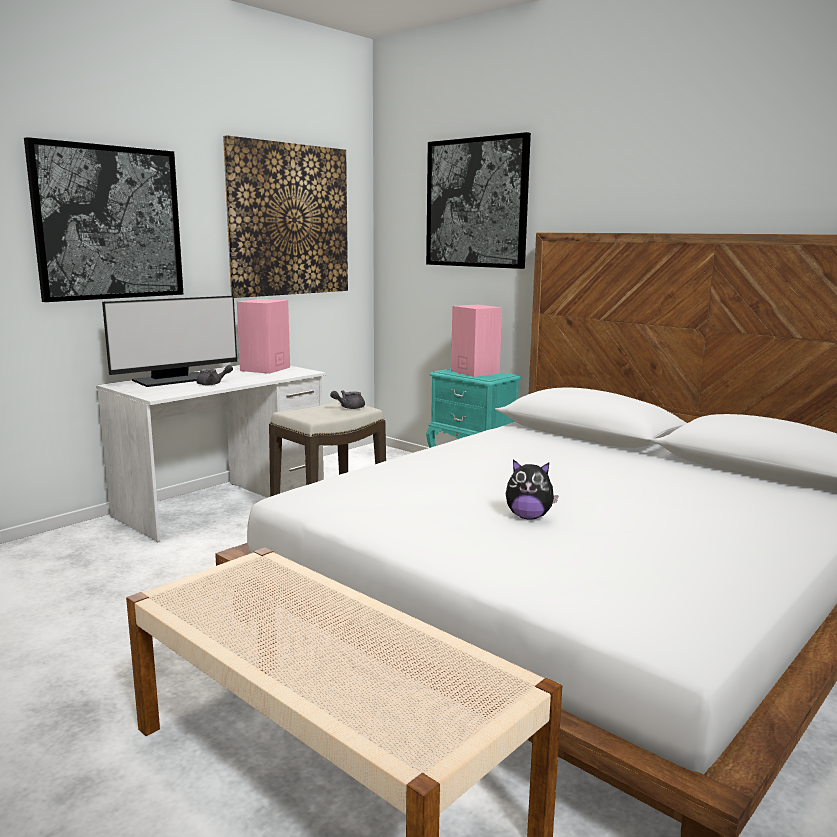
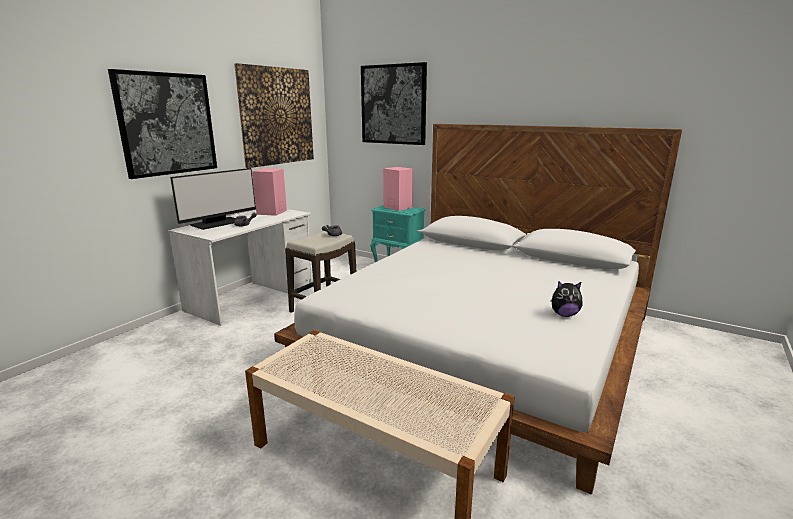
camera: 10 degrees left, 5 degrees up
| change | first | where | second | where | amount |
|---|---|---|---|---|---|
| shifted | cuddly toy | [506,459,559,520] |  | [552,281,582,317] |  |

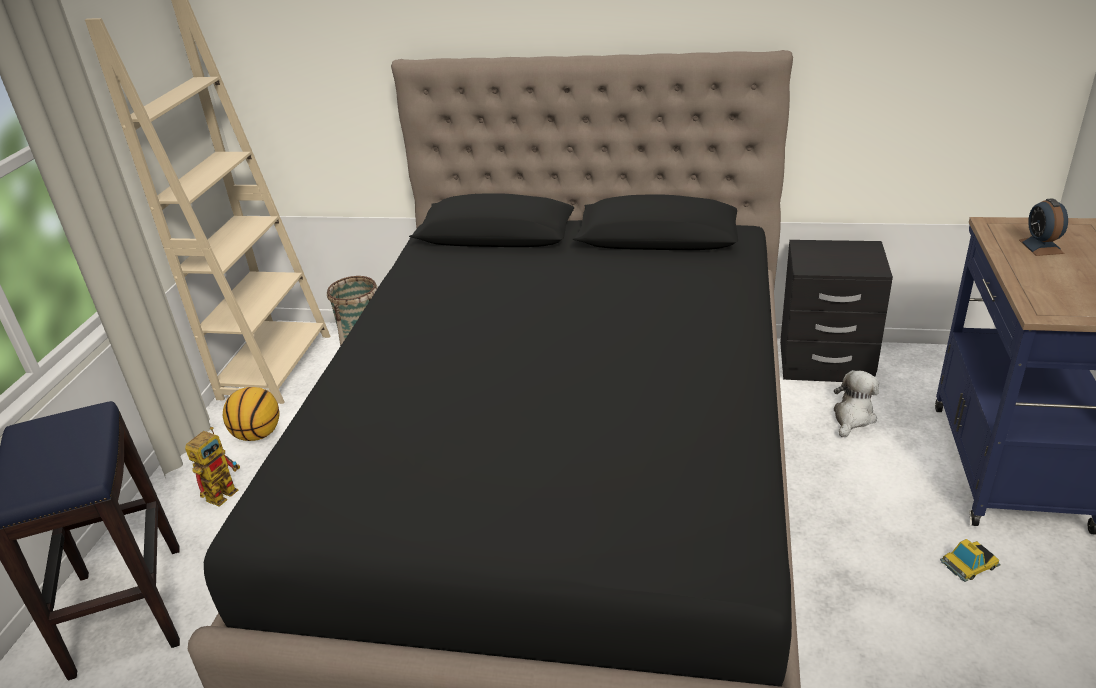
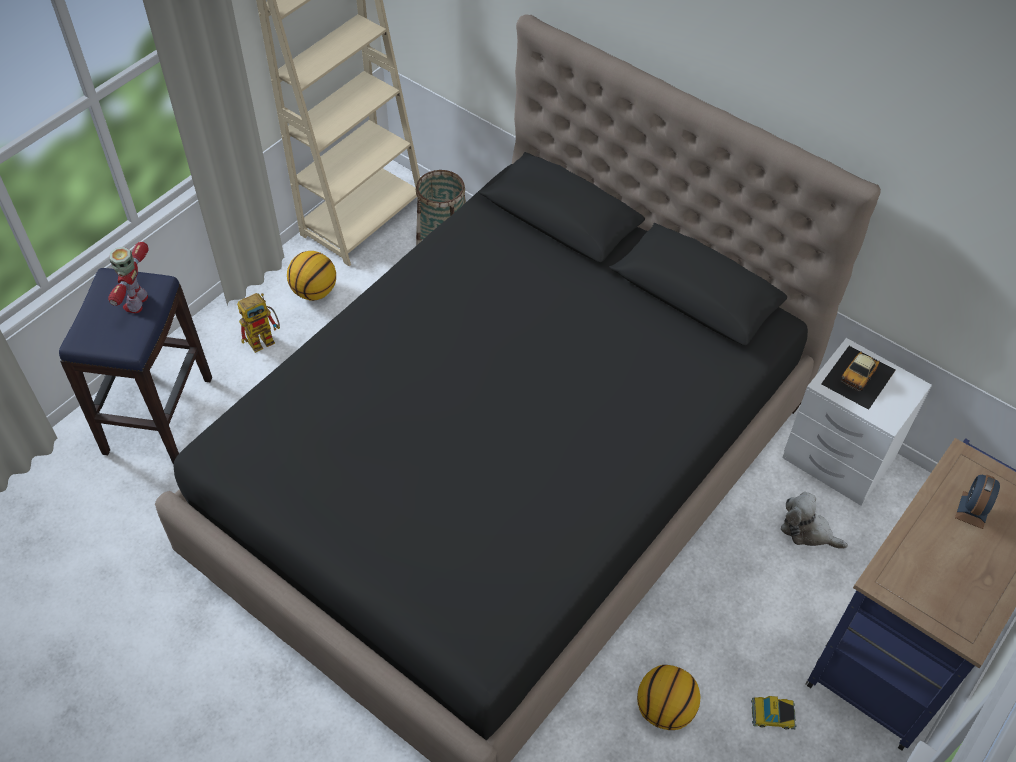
camera: 25 degrees right, 20 degrees up
| change | first | where | second | where | amount |
|---|---|---|---|---|---|
| new |  |  | robot figure | [108,242,148,313] |  |
| new |  |  | basketball ball | [637,665,701,730] |  |
| new |  |  | model car | [821,346,896,410] |  |
| repainted | nightstand (black) | [780,240,893,382] | nightstand (whitish) | [782,338,932,506] |  |
| rotated | cuddly toy | [834,370,879,437] |  | [781,492,848,549] | 120 degrees counterclockwise |

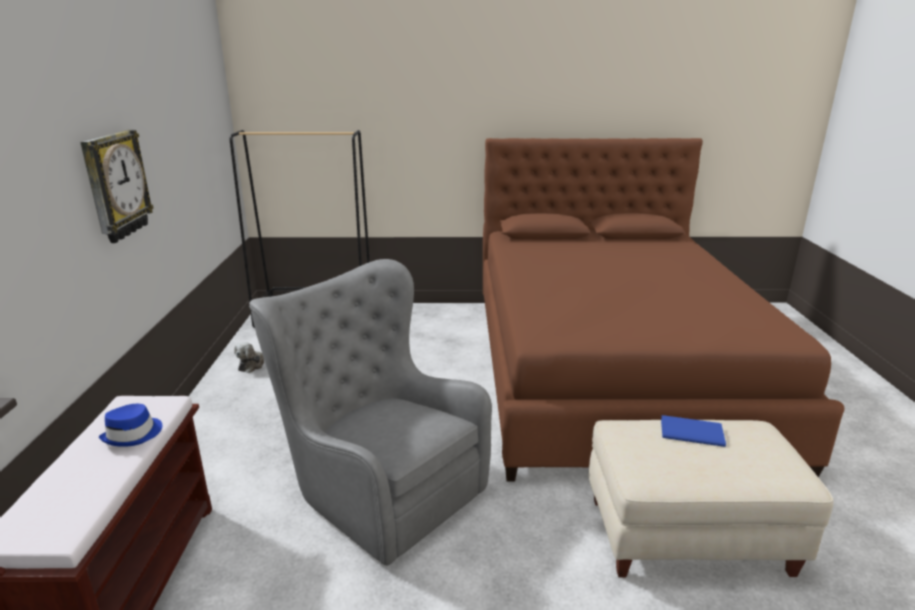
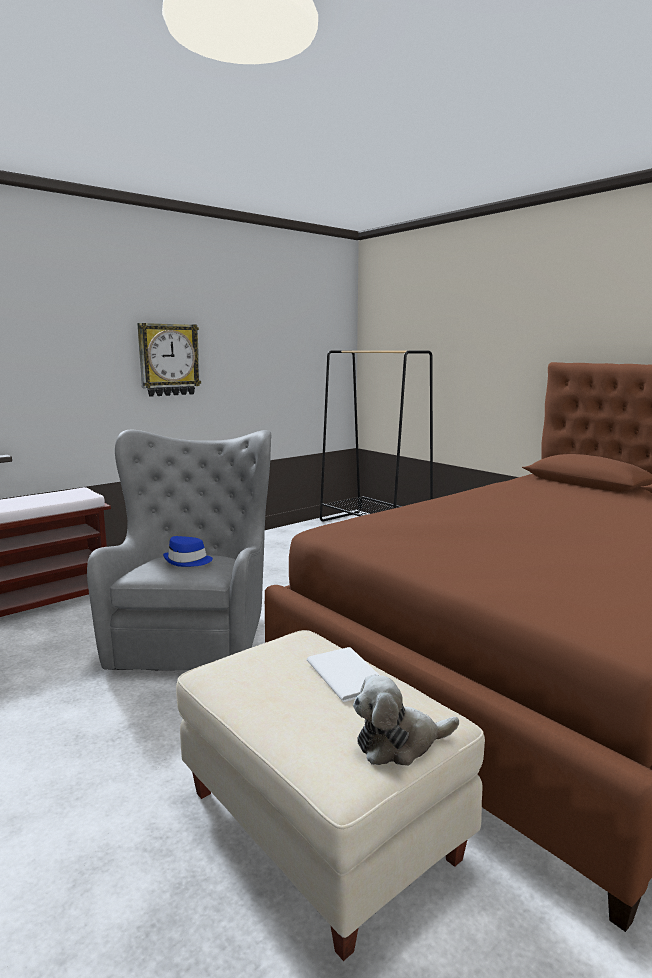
camera: 50 degrees right, 10 degrees down
| change | first | where | second | where | amount |
|---|---|---|---|---|---|
| shifted | wearable hat (blue) | [99,404,162,447] |  | [163,536,213,567] |  |
| shifted | cuddly toy | [234,342,264,373] |  | [353,674,459,766] |  |
| repainted | bound book (blue) | [661,415,726,447] | bound book (whitish) | [307,647,379,702] |  |

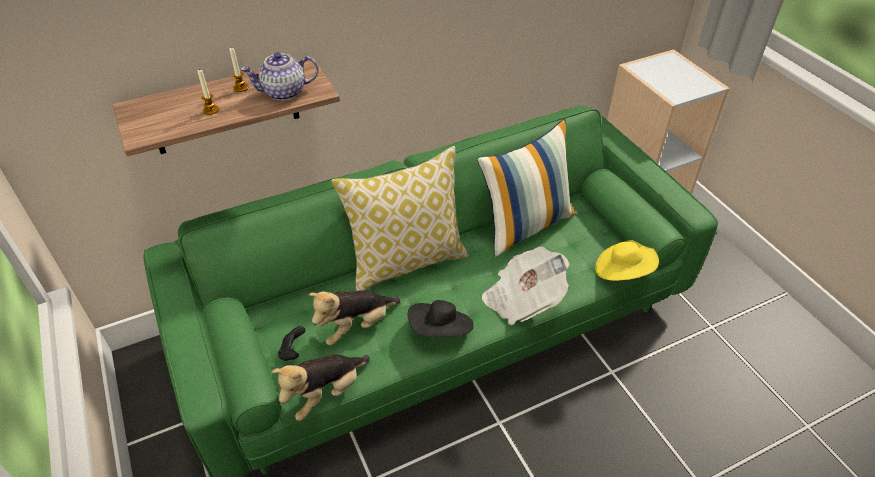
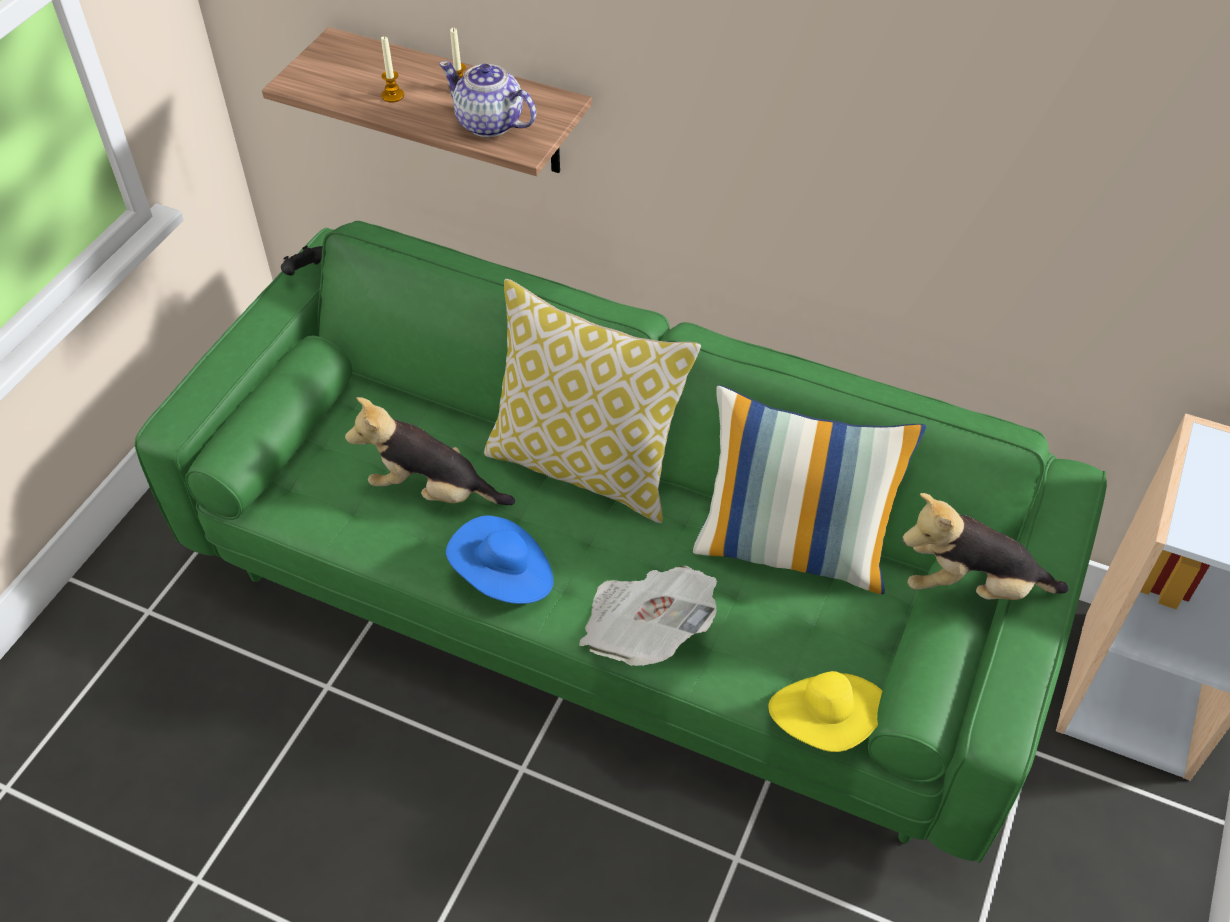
camera: 50 degrees right, 5 degrees up
| change | first | where | second | where | amount |
|---|---|---|---|---|---|
| shifted | cuddly toy | [272,355,370,421] |  | [902,493,1068,600] |  |
| shifted | joypad (black) | [278,326,305,361] |  | [281,246,322,275] |  |
| repainted | wearable hat (black) | [408,300,474,337] | wearable hat (blue) | [446,515,554,604] |  |

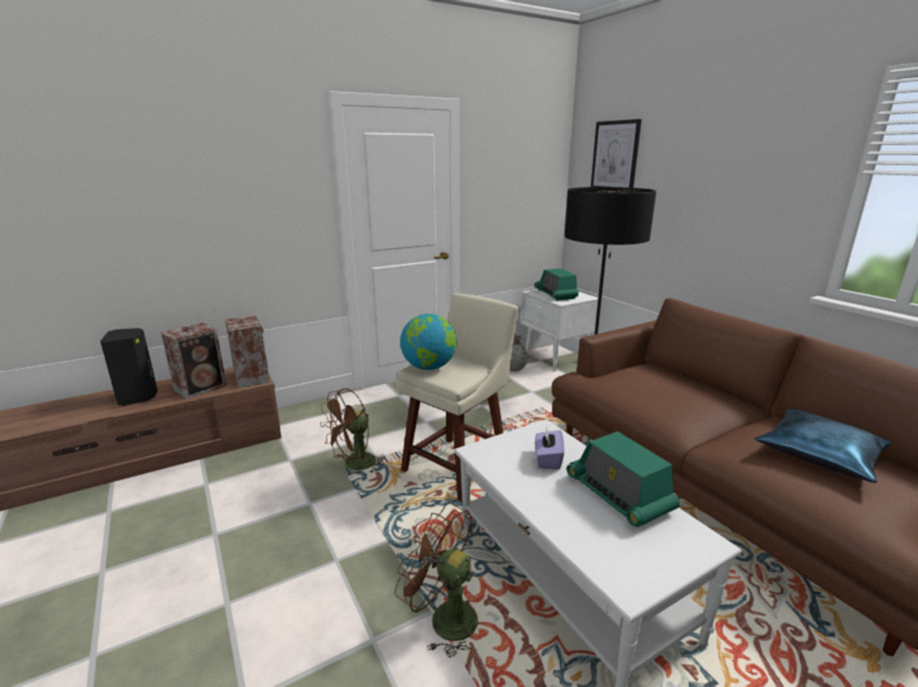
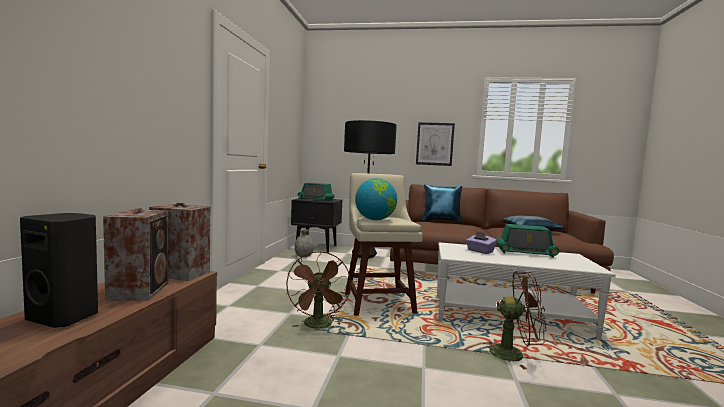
camera: 50 degrees left, 15 degrees down
| change | first | where | second | where | amount |
|---|---|---|---|---|---|
| new |  |  | pillow (blue) | [421,184,462,224] |  |
| shifted | wall picture | [591,119,642,188] |  | [416,122,455,166] |  |
| repainted | nightstand (whitish) | [521,289,598,372] | nightstand (black) | [291,198,342,253] |  |
| rotated | electric fan (brown) | [395,502,478,657] |  | [483,271,546,370] | 150 degrees counterclockwise |

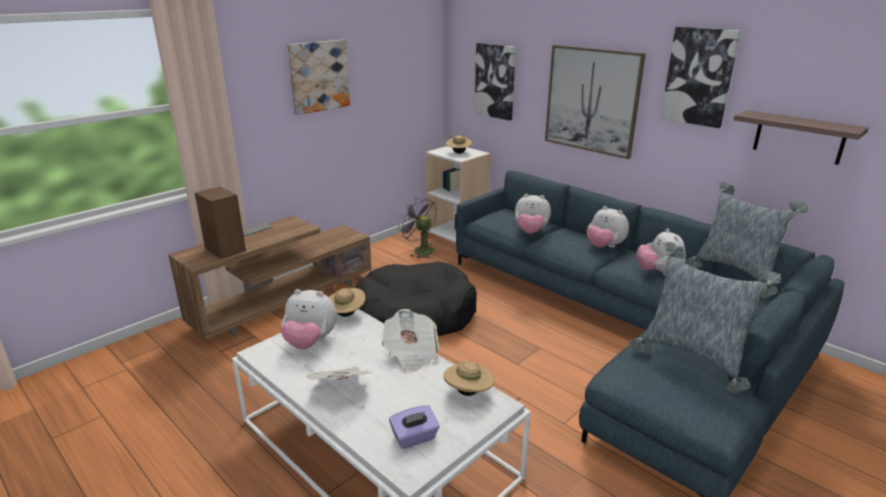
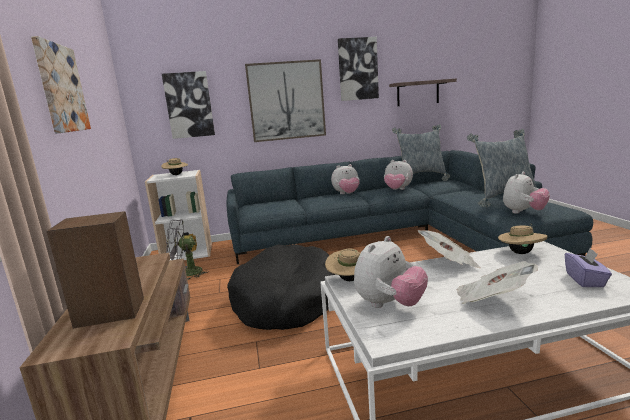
camera: 55 degrees left, 10 degrees down
| change | first | where | second | where | amount |
|---|---|---|---|---|---|
| shifted | cuddly toy | [515,194,551,233] |  | [503,172,550,214] |  |

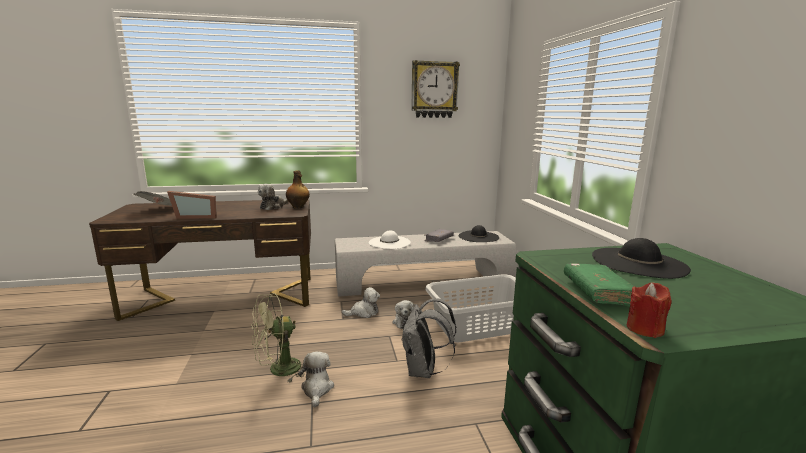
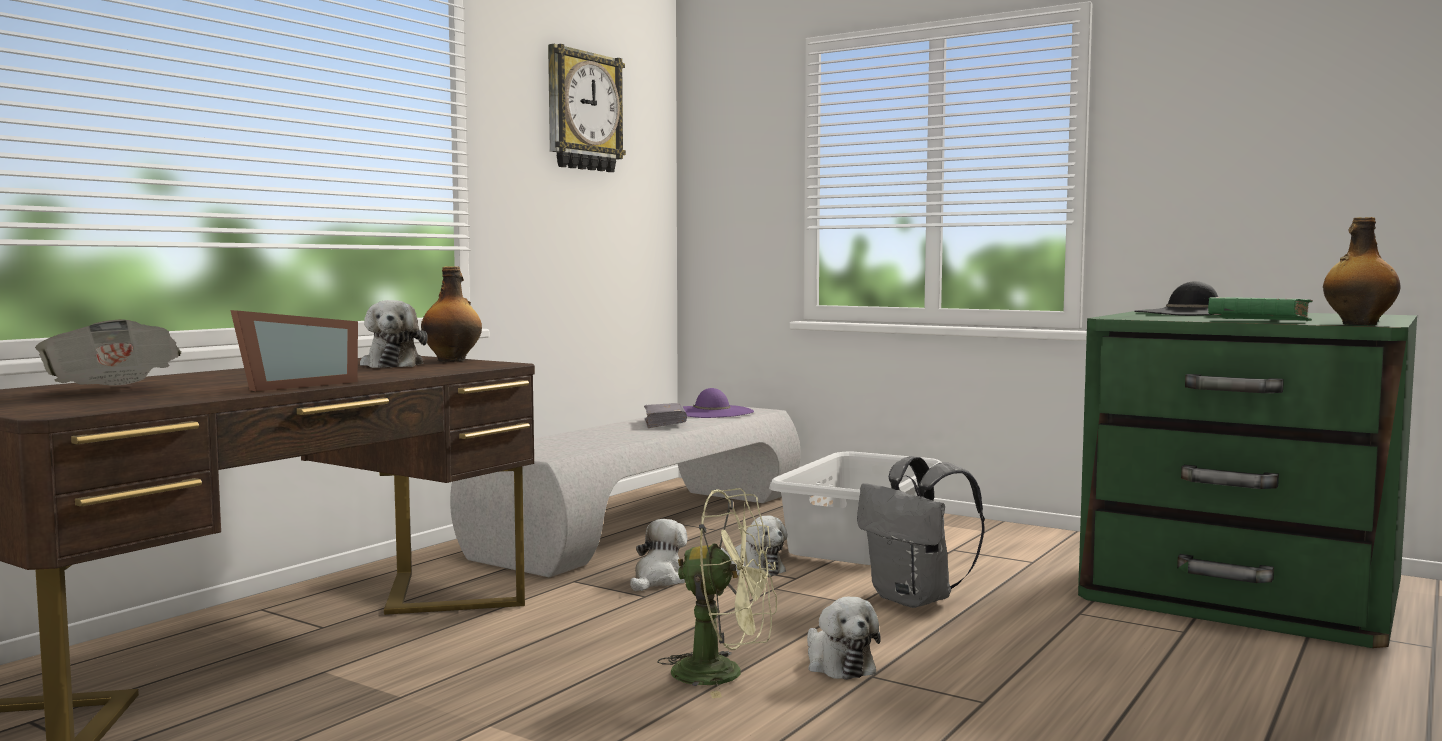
camera: 45 degrees left, 10 degrees down
| change | first | where | second | where | amount |
|---|---|---|---|---|---|
| gone | wearable hat (whitish) | [369,230,411,249] |  |  |  |
| swapped | candle (reddish) | [627,283,672,338] | bottle | [1323,217,1401,325] |  |
| repainted | wearable hat (black) | [458,225,499,242] | wearable hat (purplish) | [683,388,754,418] |  |
| rotated | electric fan (green-coloured) | [251,293,304,382] |  | [658,488,777,698] | 90 degrees counterclockwise |
| rotated | cuddly toy | [298,351,334,408] |  | [807,597,881,680] | 150 degrees counterclockwise |

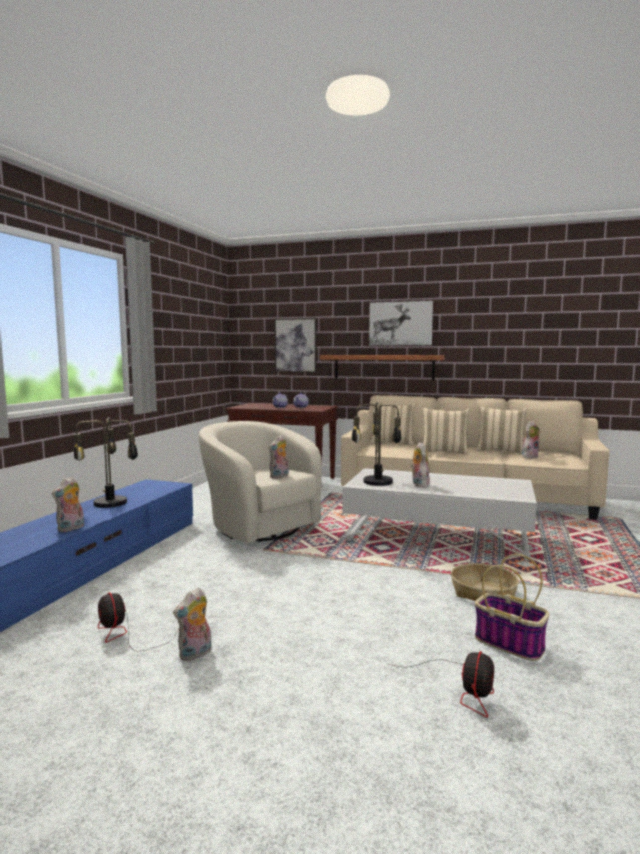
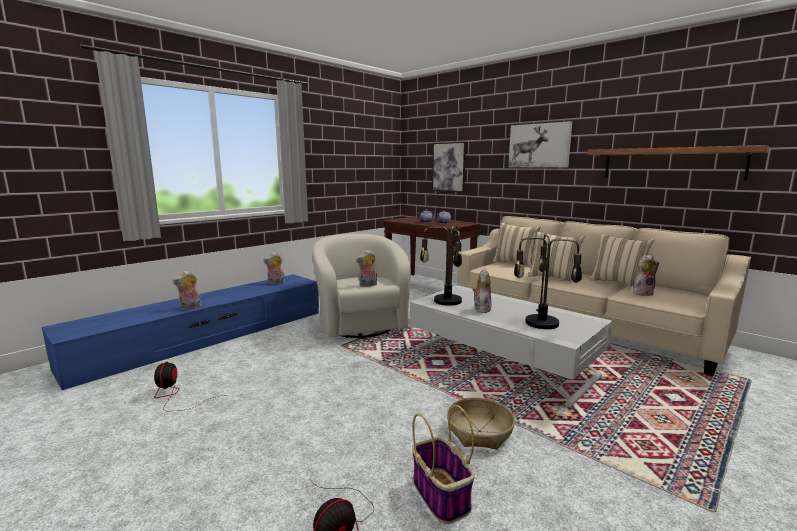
camera: 25 degrees right, 5 degrees up
| change | first | where | second | where | amount |
|---|---|---|---|---|---|
| shifted | lamp for a table | [74,417,138,508] |  | [514,234,582,329] |  |
| shifted | cuddly toy | [173,587,212,661] |  | [263,252,285,285] |  |
| shifted | bracket shelf | [320,355,445,380] |  | [587,145,769,180] |  |

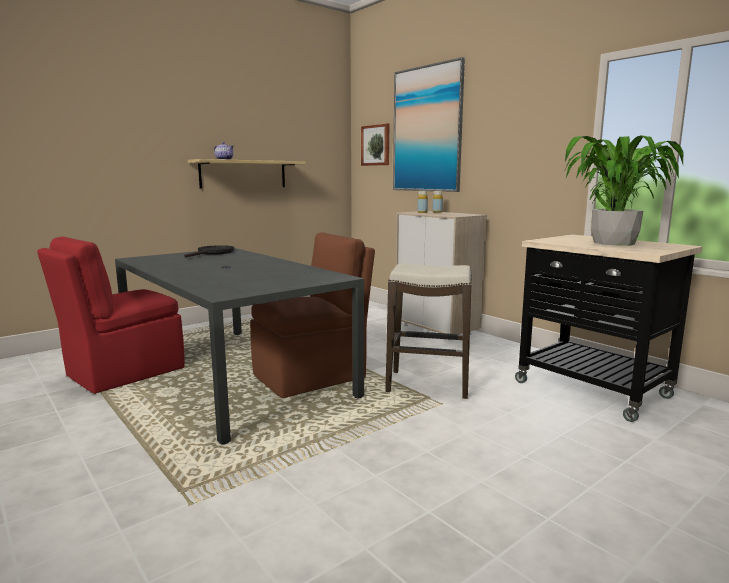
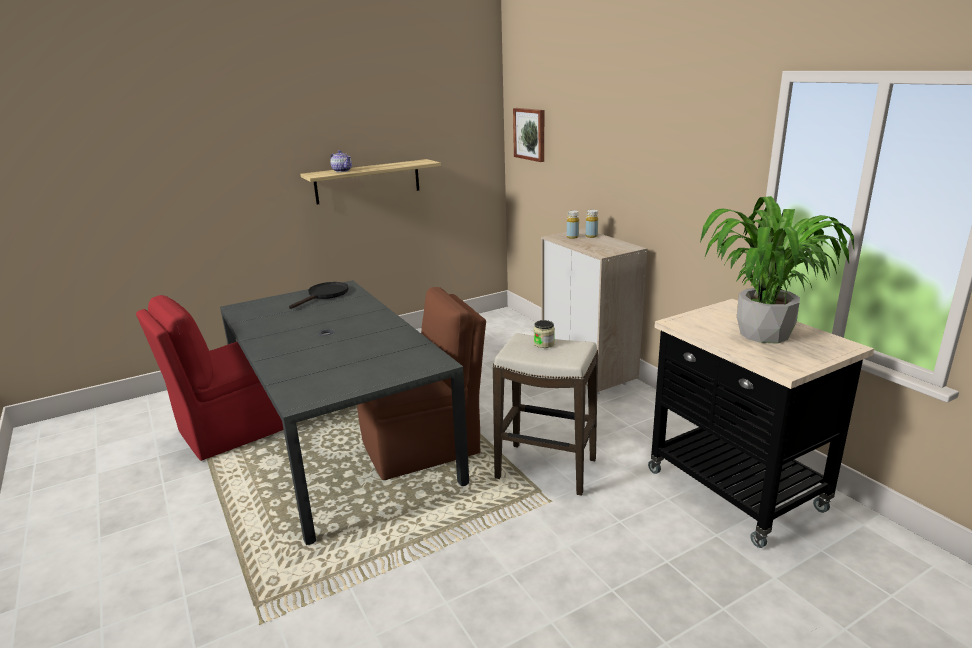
camera: 10 degrees right, 10 degrees up
| change | first | where | second | where | amount |
|---|---|---|---|---|---|
| gone | wall picture | [393,57,465,192] |  |  |  |
| new |  |  | jar | [534,320,555,348] |  |

